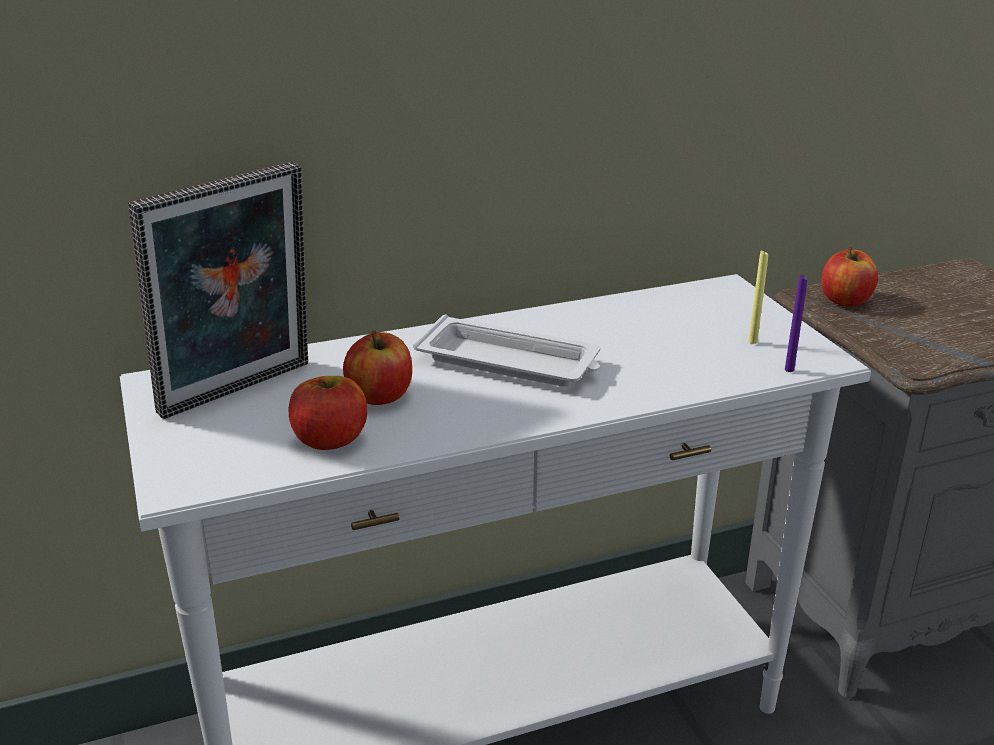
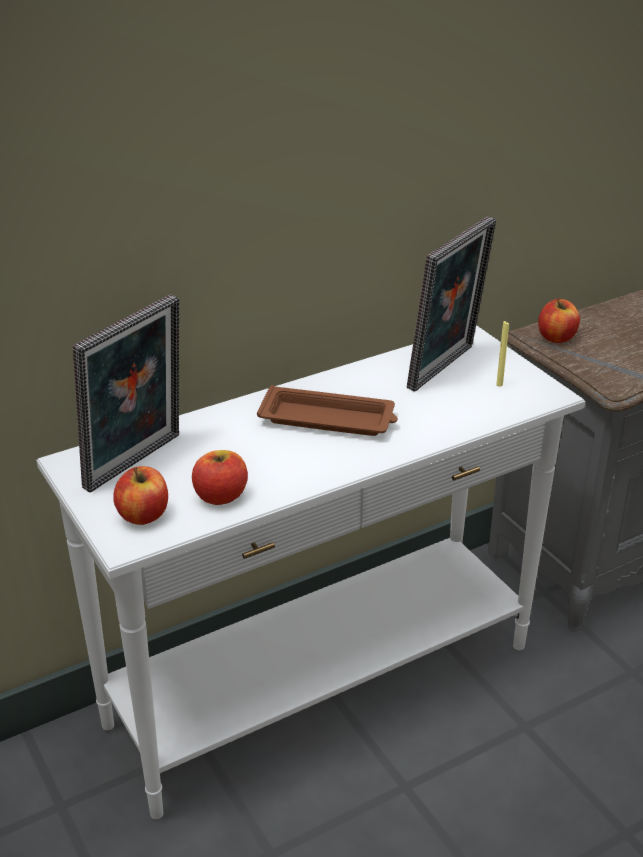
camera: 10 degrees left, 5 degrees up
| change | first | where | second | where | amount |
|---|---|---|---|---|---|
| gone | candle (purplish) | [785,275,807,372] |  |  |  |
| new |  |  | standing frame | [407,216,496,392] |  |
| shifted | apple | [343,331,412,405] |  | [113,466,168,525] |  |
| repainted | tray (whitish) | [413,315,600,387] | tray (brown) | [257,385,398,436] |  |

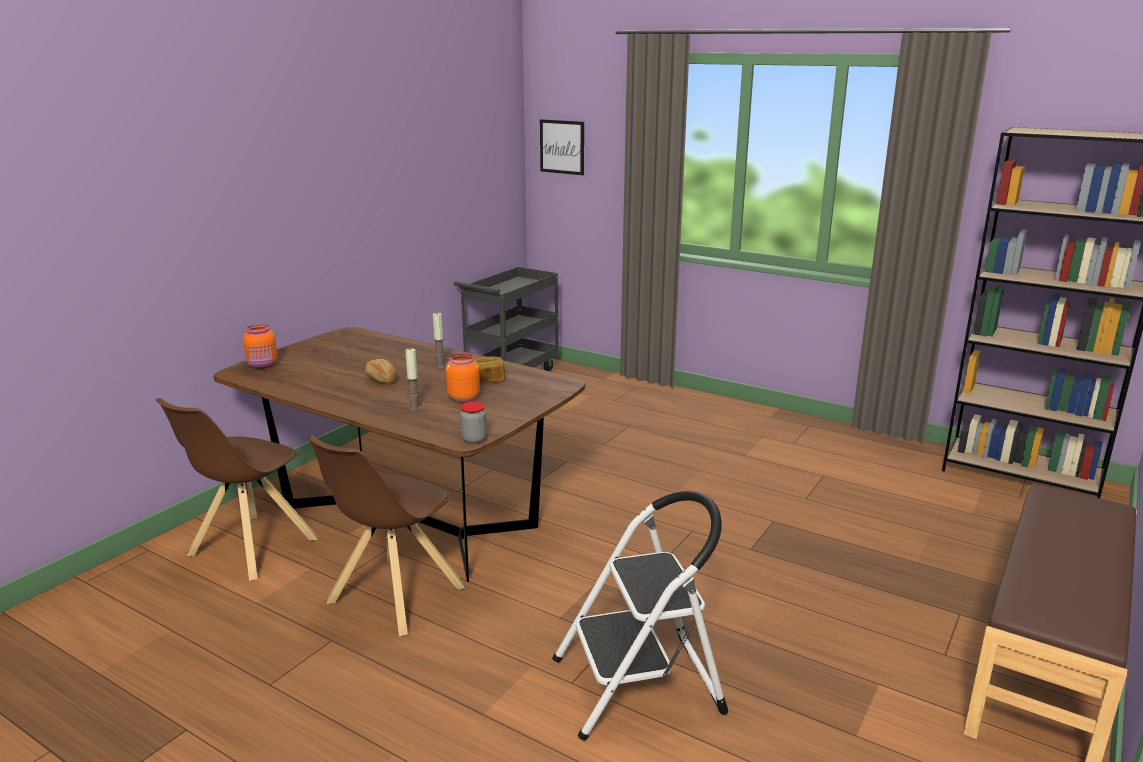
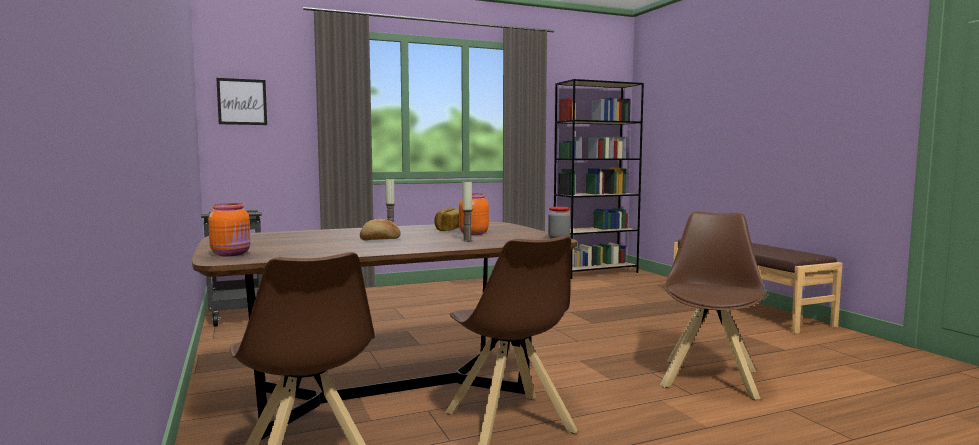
camera: 55 degrees left, 15 degrees down
| change | first | where | second | where | amount |
|---|---|---|---|---|---|
| swapped | step ladder | [552,491,728,740] | upright chair (brown) | [660,211,767,400] |  |

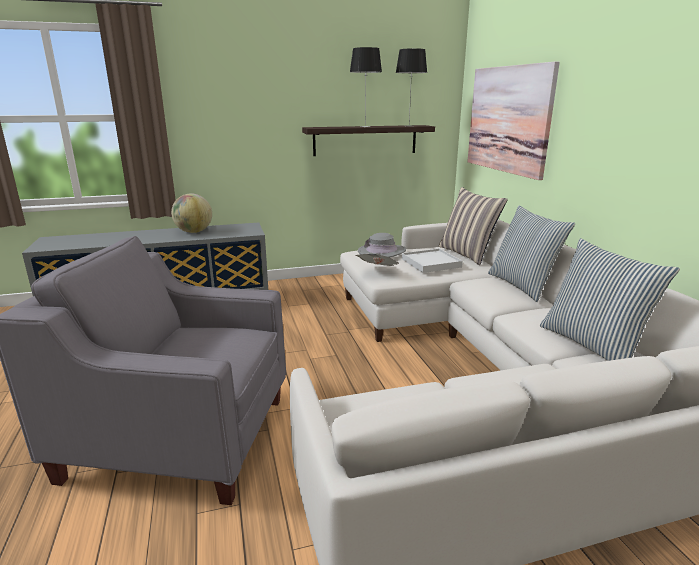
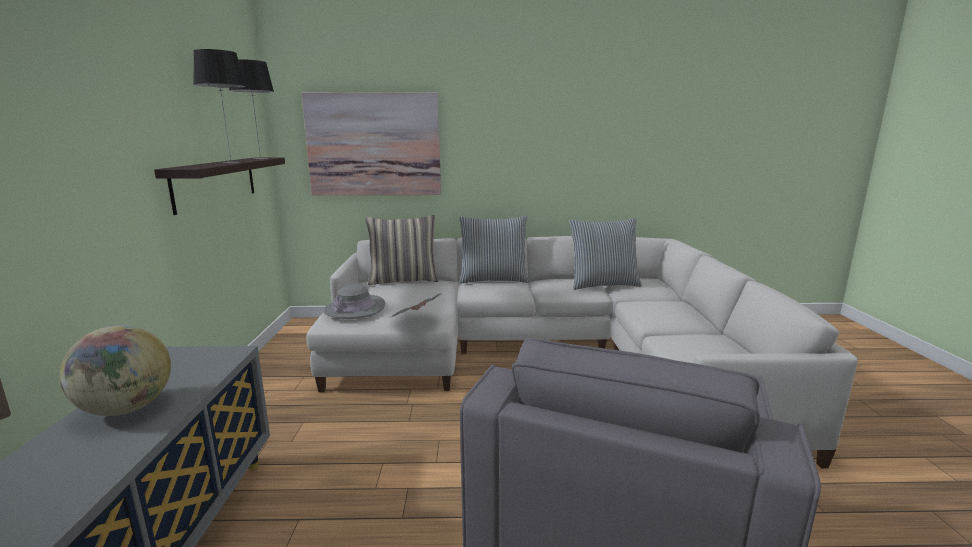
camera: 75 degrees left, 5 degrees down
| change | first | where | second | where | amount |
|---|---|---|---|---|---|
| gone | tray (whitish) | [402,249,463,273] |  |  |  |

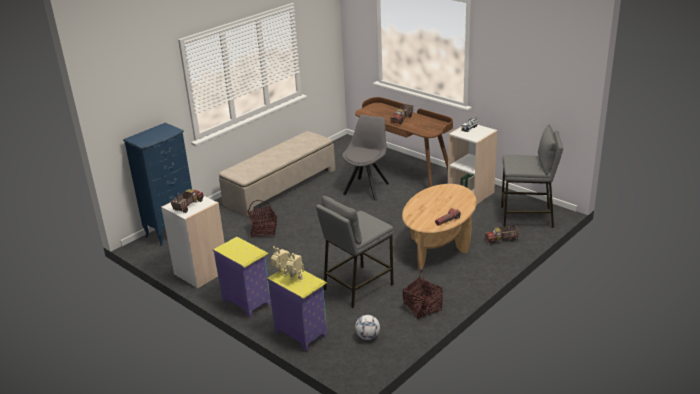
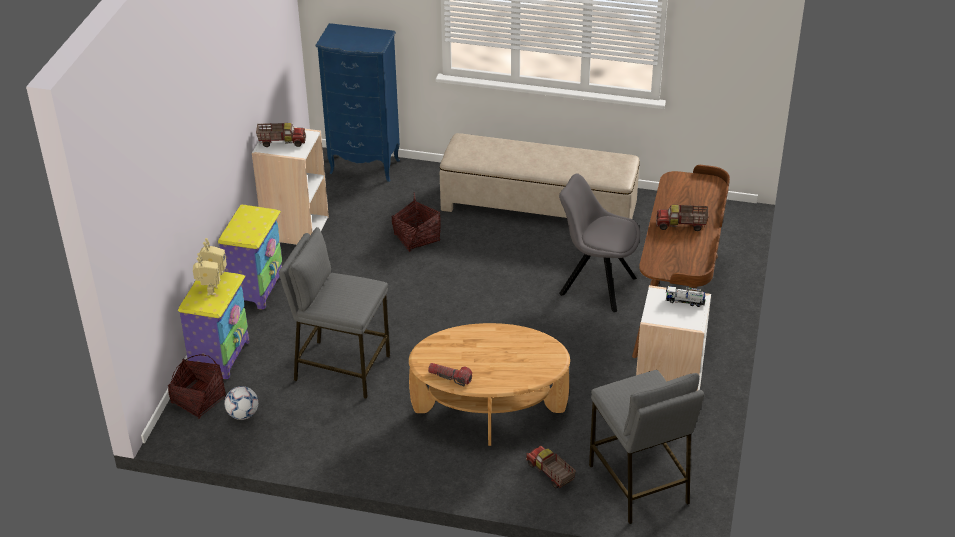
camera: 60 degrees right, 10 degrees up
| change | first | where | second | where | amount |
|---|---|---|---|---|---|
| shifted | household basket | [403,270,443,319] |  | [168,355,226,419] |  |
| rotated | upright chair (gray) | [342,115,389,200] |  | [559,173,640,312] | 150 degrees counterclockwise |

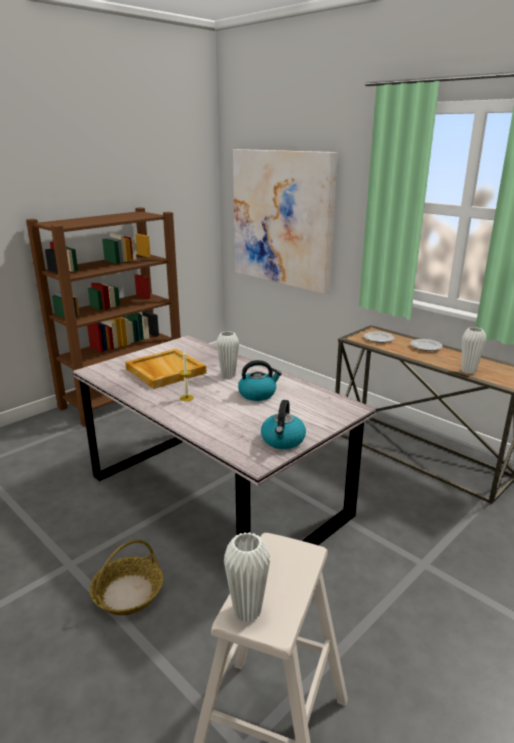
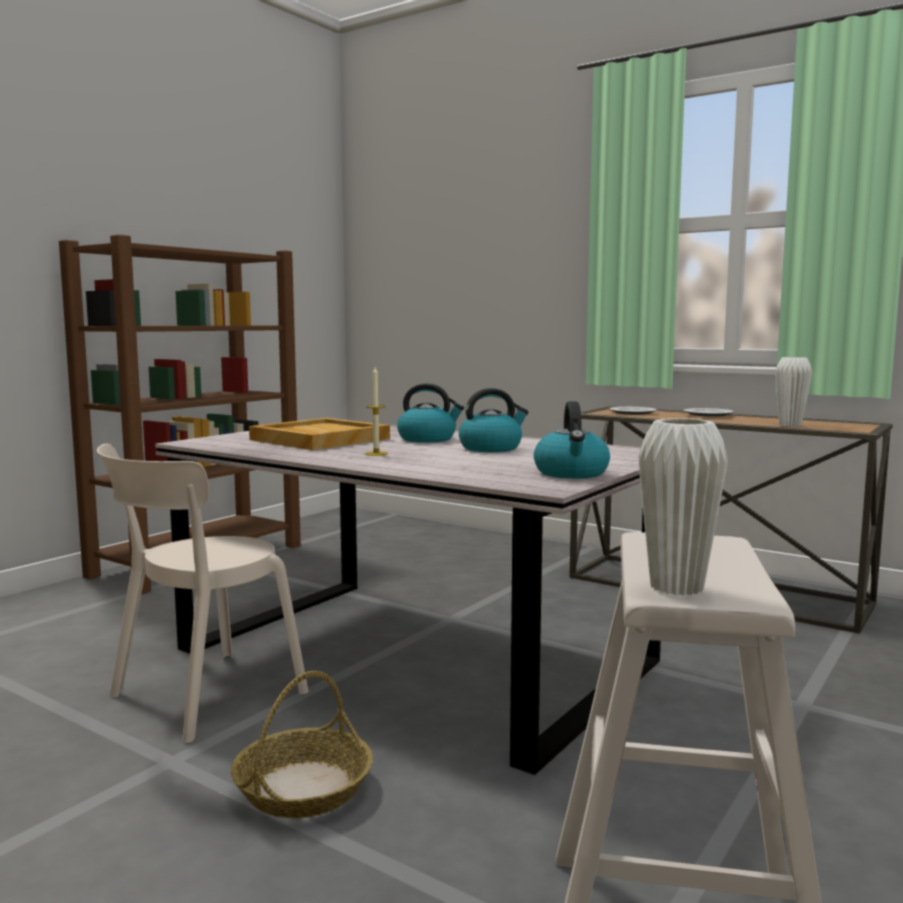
camera: 10 degrees left, 15 degrees down
| change | first | where | second | where | amount |
|---|---|---|---|---|---|
| gone | wall picture | [233,149,338,294] |  |  |  |
| new |  |  | upright chair (sand-coloured) | [97,444,308,744] |  |
| swapped | decorative vase (whitish) | [216,331,239,378] | kettle | [397,383,464,443] |  |

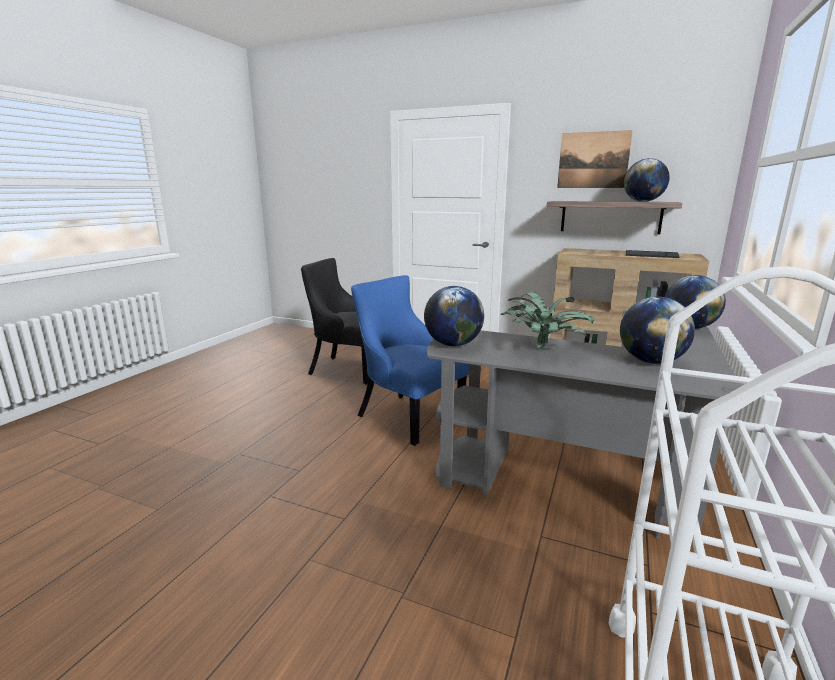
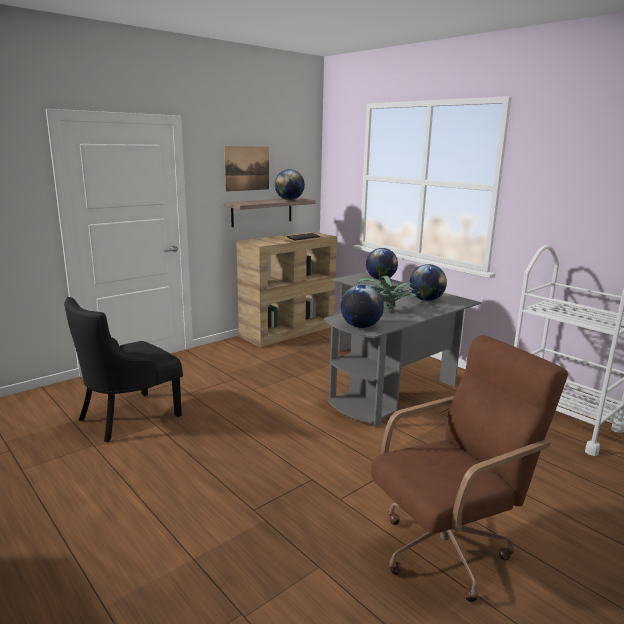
camera: 65 degrees left, 0 degrees up
| change | first | where | second | where | amount |
|---|---|---|---|---|---|
| gone | upright chair (blue) | [351,275,470,446] |  |  |  |
| new |  |  | office chair (brown) | [371,335,568,602] |  |

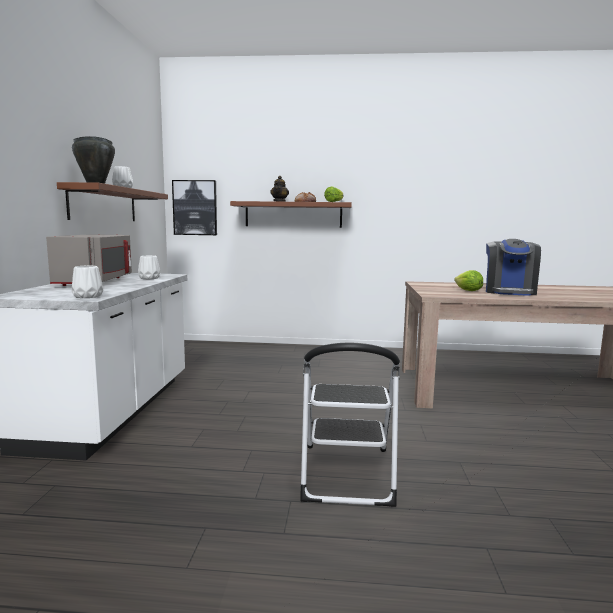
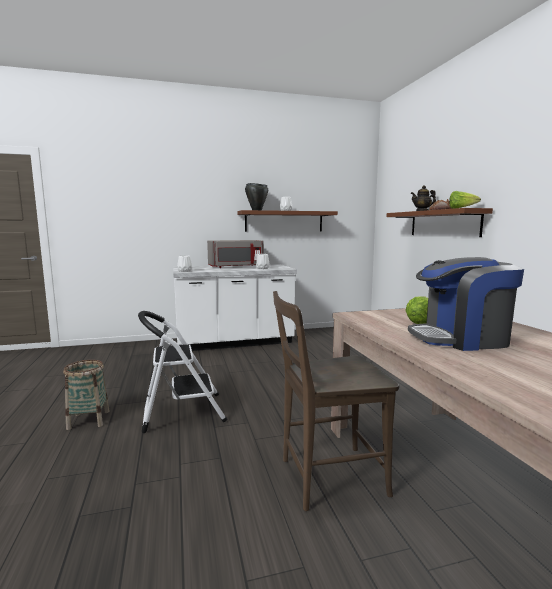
camera: 70 degrees right, 0 degrees up
| change | first | where | second | where | amount |
|---|---|---|---|---|---|
| gone | wall picture | [172,180,217,235] |  |  |  |
| new |  |  | household basket | [63,360,110,430] |  |
| new |  |  | upright chair (brown) | [273,291,399,511] |  |

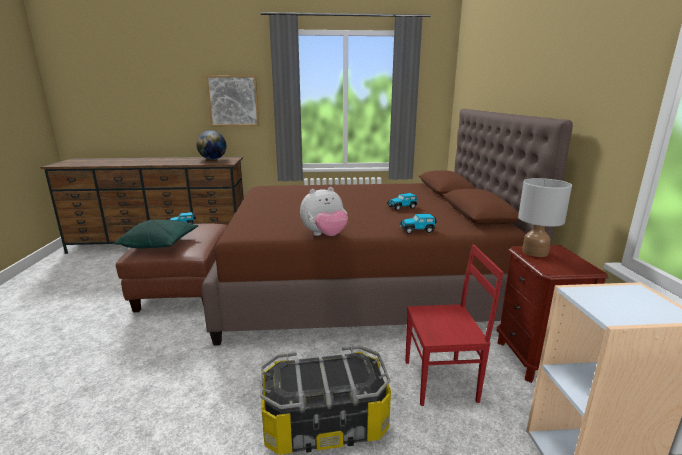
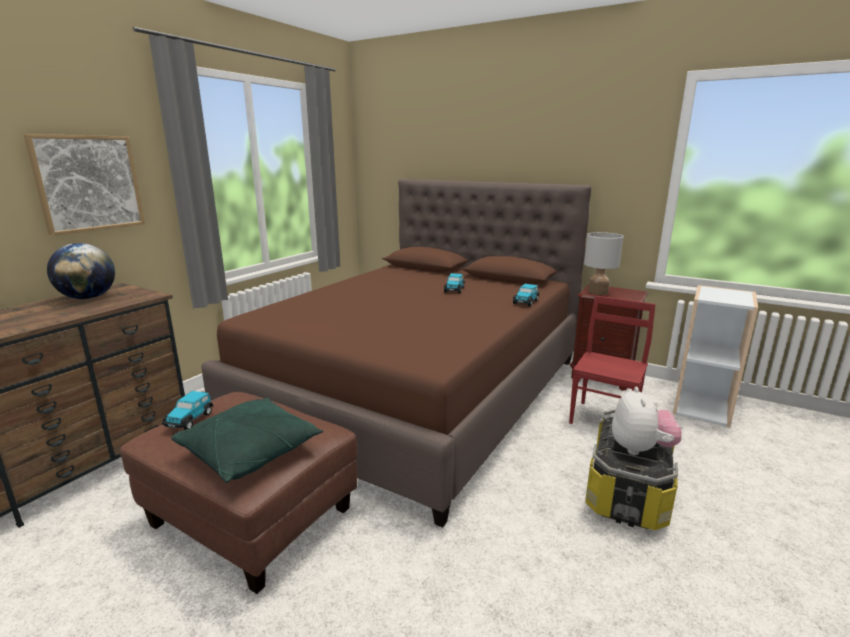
camera: 55 degrees left, 0 degrees up
| change | first | where | second | where | amount |
|---|---|---|---|---|---|
| shifted | cuddly toy | [300,187,348,236] |  | [612,387,682,455] |  |

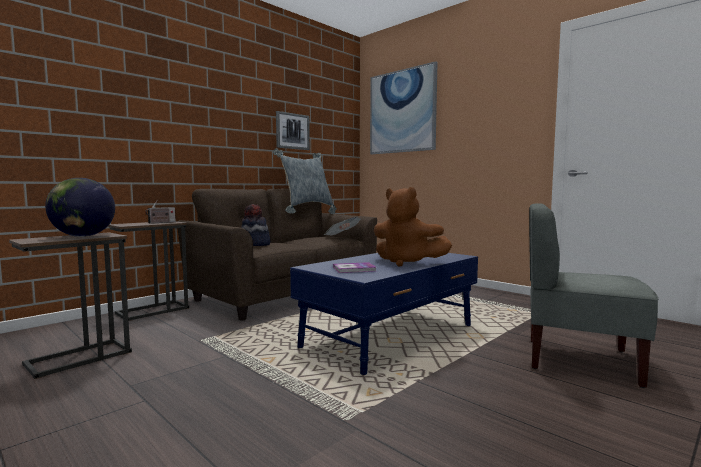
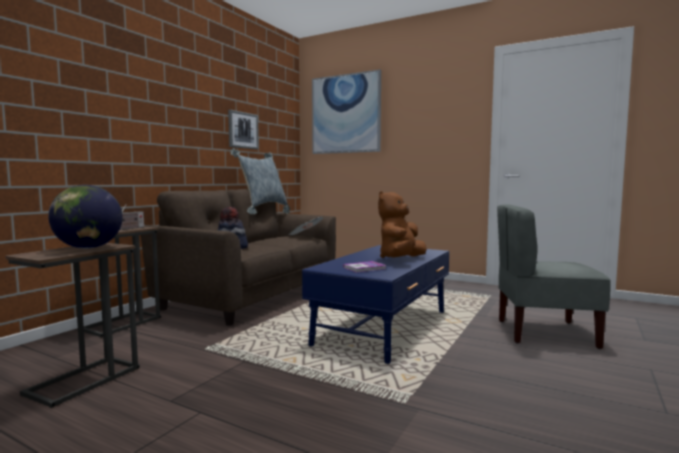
camera: 15 degrees left, 0 degrees up
| change | first | where | second | where | amount |
|---|---|---|---|---|---|
| rotated | cuddly toy (brown) | [374,187,452,267] |  | [378,191,427,258] | 105 degrees clockwise |

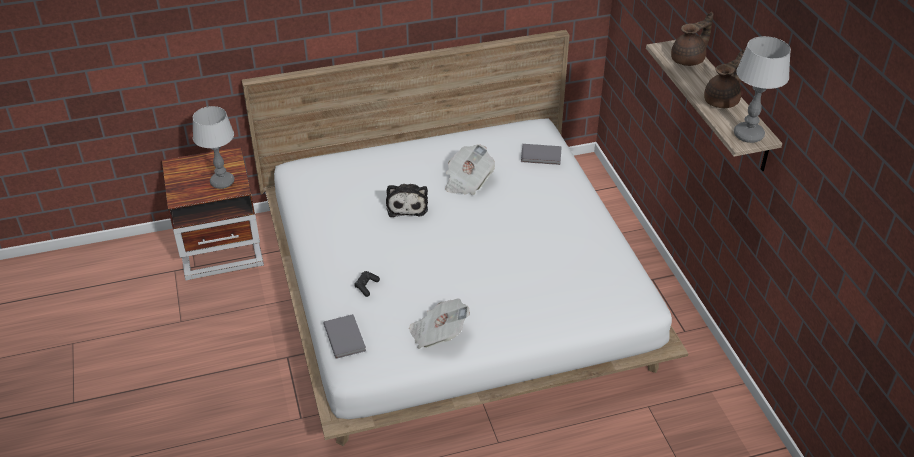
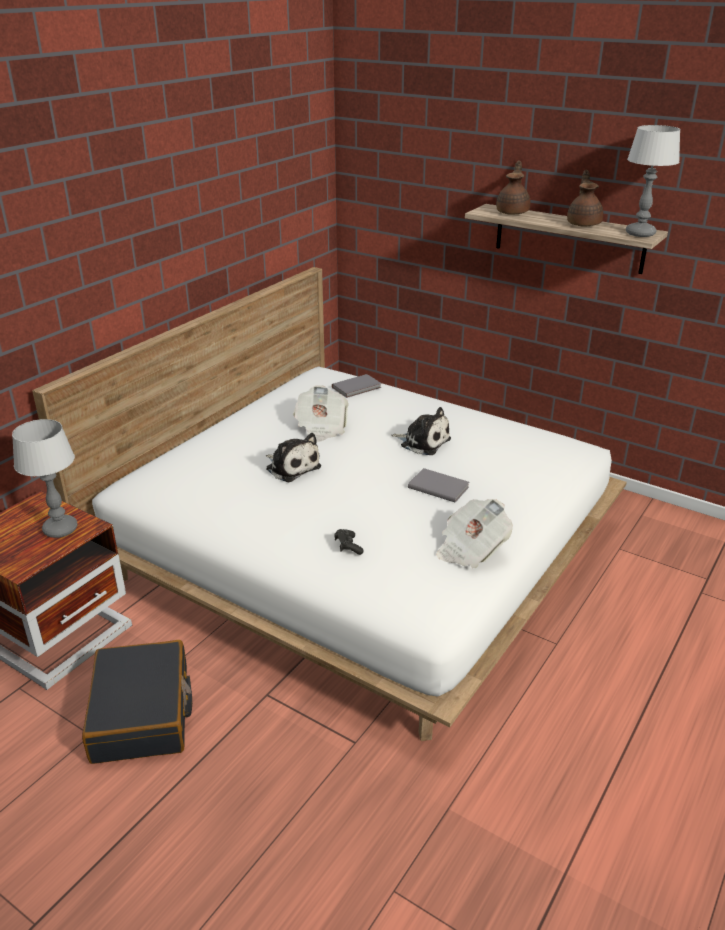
camera: 40 degrees left, 10 degrees down
| change | first | where | second | where | amount |
|---|---|---|---|---|---|
| new |  |  | travel case (black) | [82,640,192,764] |  |
| new |  |  | cuddly toy | [391,407,451,455] |  |
| shifted | bound book (gray) | [324,314,366,359] |  | [408,468,469,503] |  |

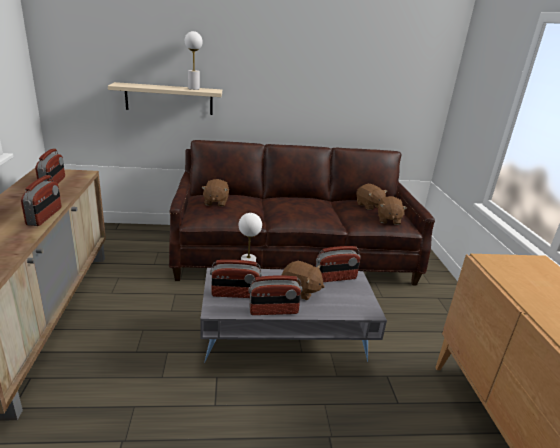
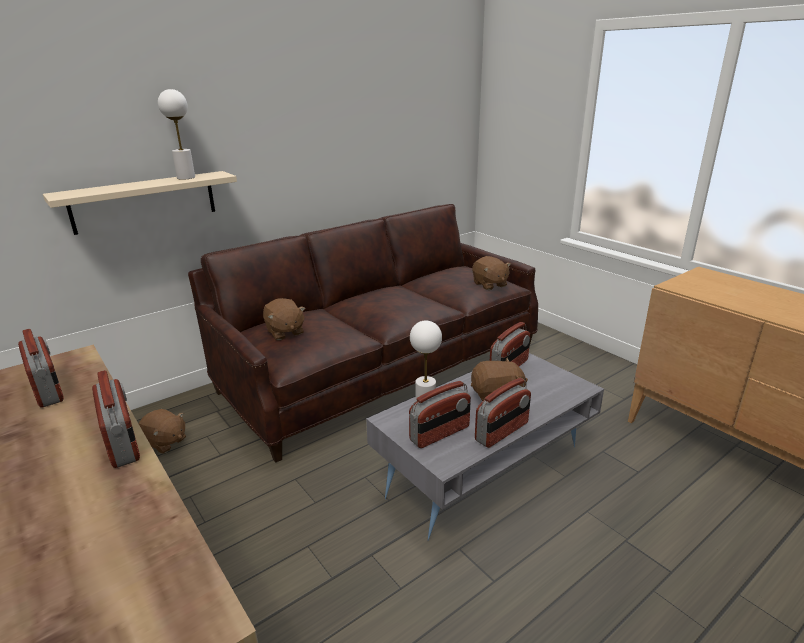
camera: 30 degrees left, 0 degrees up
| change | first | where | second | where | amount |
|---|---|---|---|---|---|
| shifted | cuddly toy (brown) | [356,184,387,210] |  | [138,409,186,454] |  |

